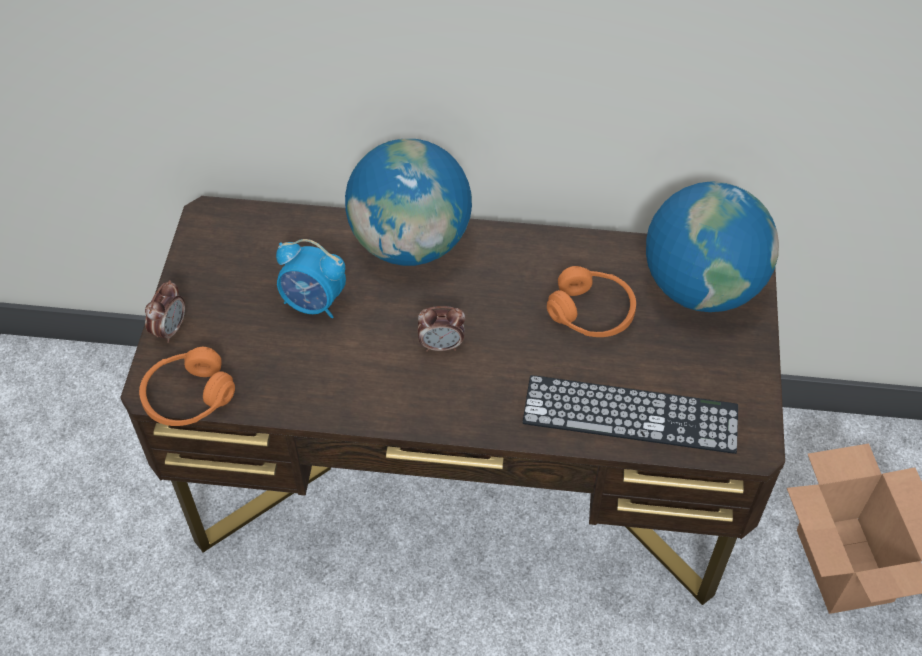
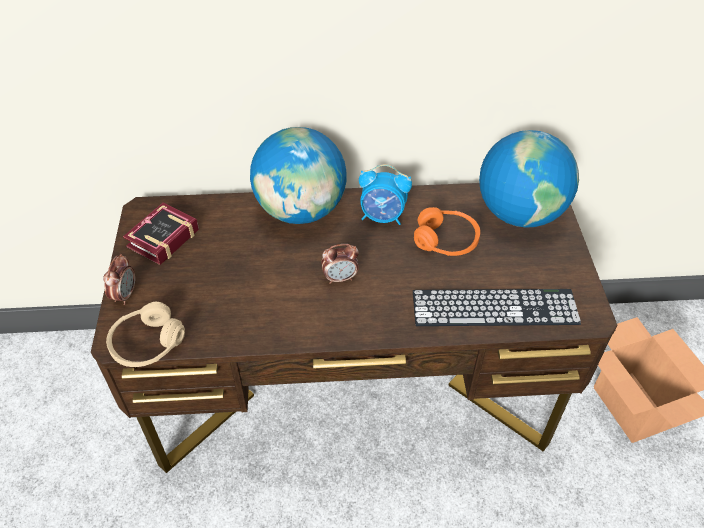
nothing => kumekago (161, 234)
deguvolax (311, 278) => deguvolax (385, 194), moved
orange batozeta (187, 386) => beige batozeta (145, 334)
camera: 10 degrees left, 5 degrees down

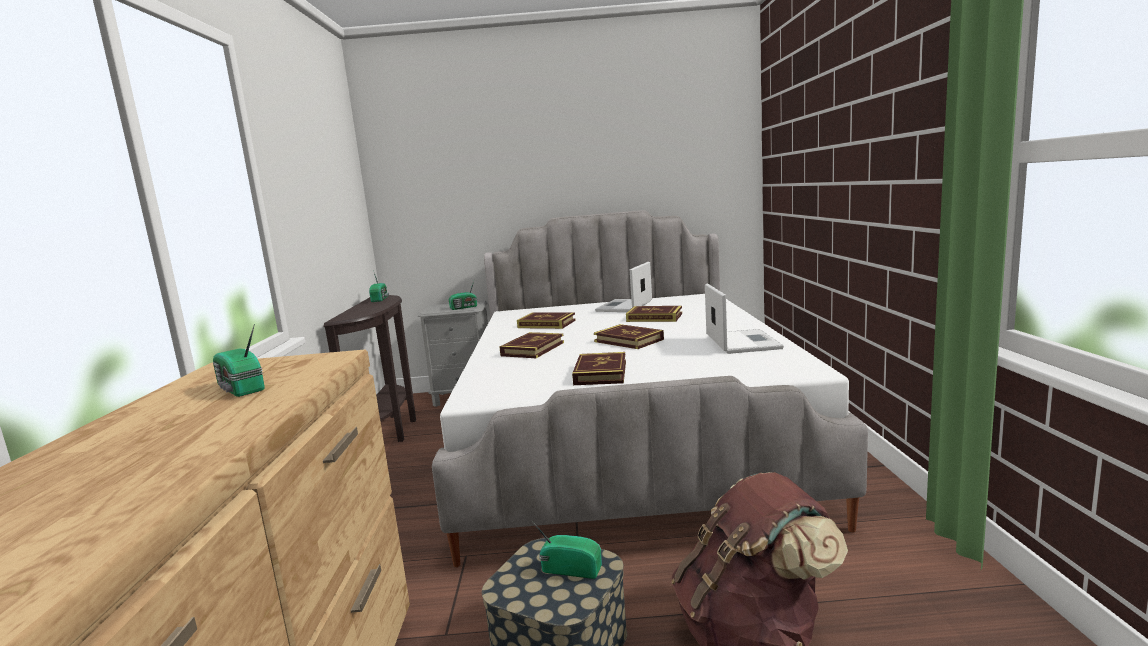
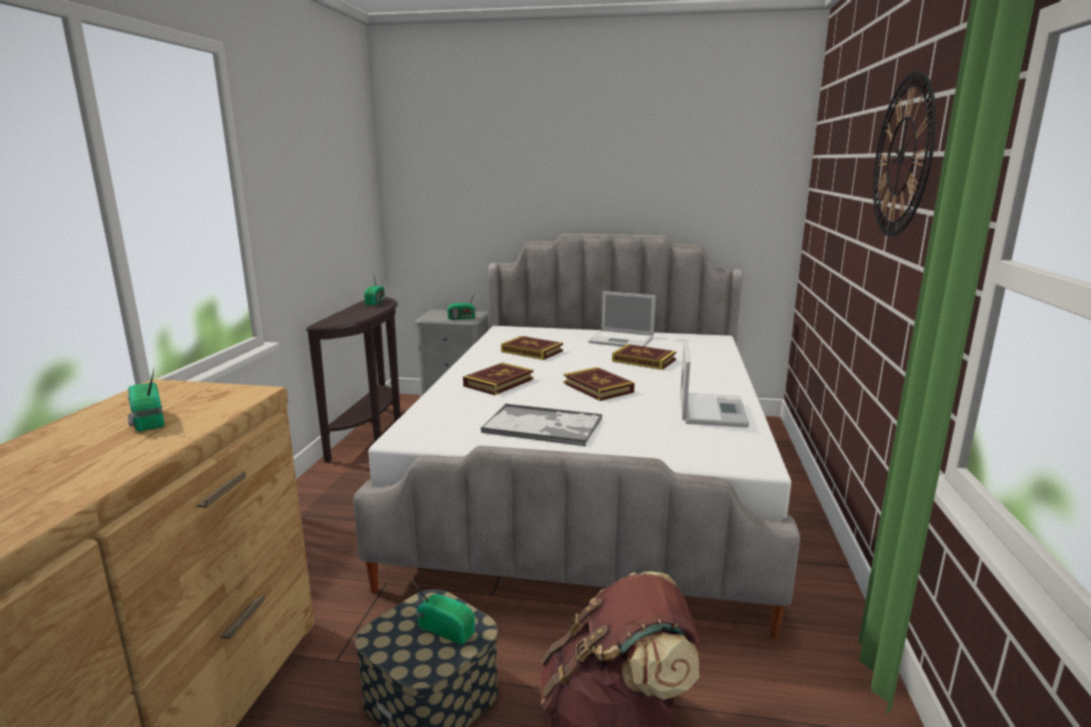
nothing => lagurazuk (904, 153)
kumekago (599, 368) => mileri (541, 425)
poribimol (623, 287) => poribimol (622, 319), 105 degrees counterclockwise
camera: 10 degrees right, 5 degrees up

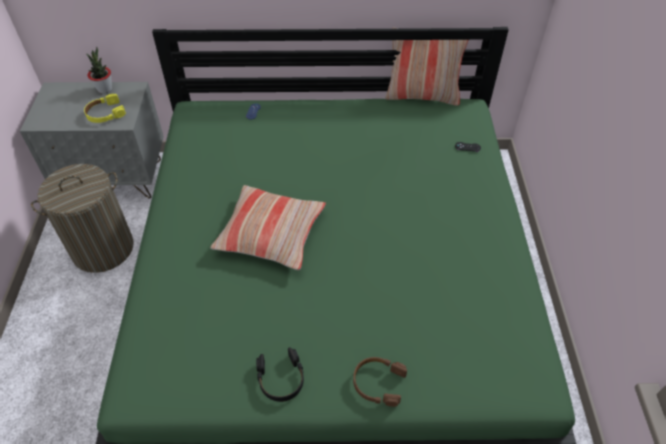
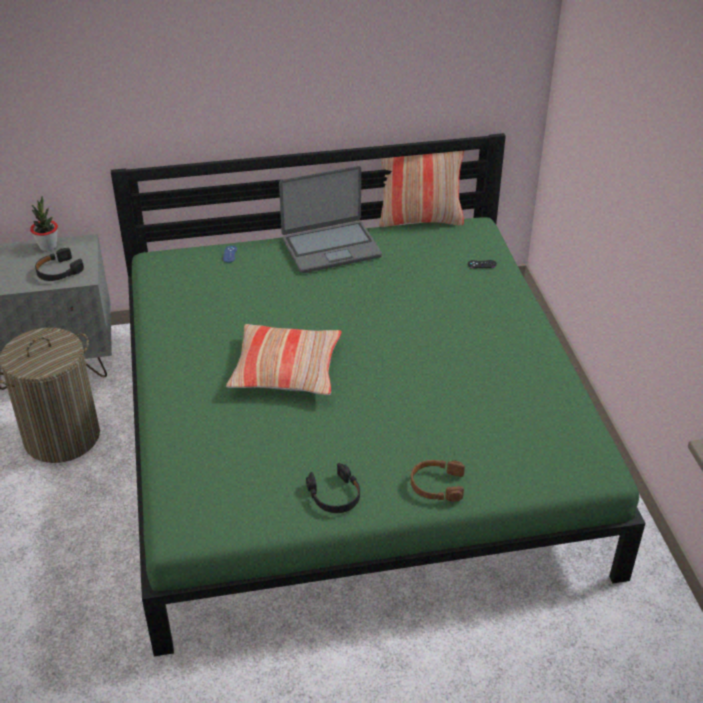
nothing => poribimol (330, 219)
yellow batozeta (105, 108) => black batozeta (59, 264)
camera: 10 degrees left, 10 degrees down

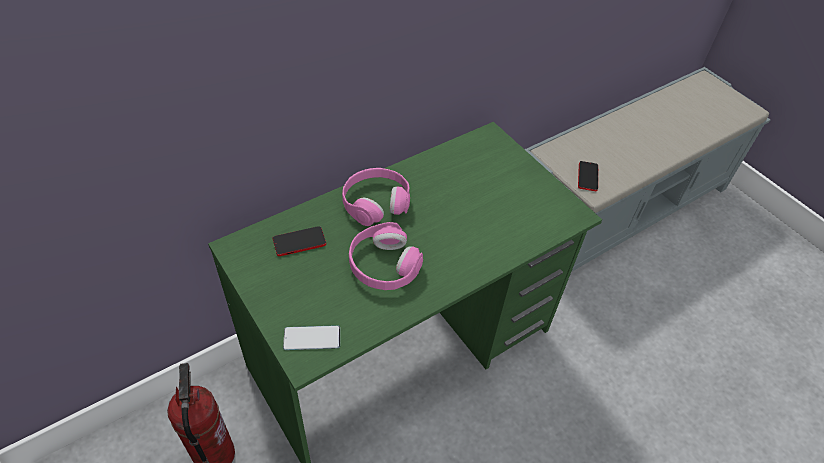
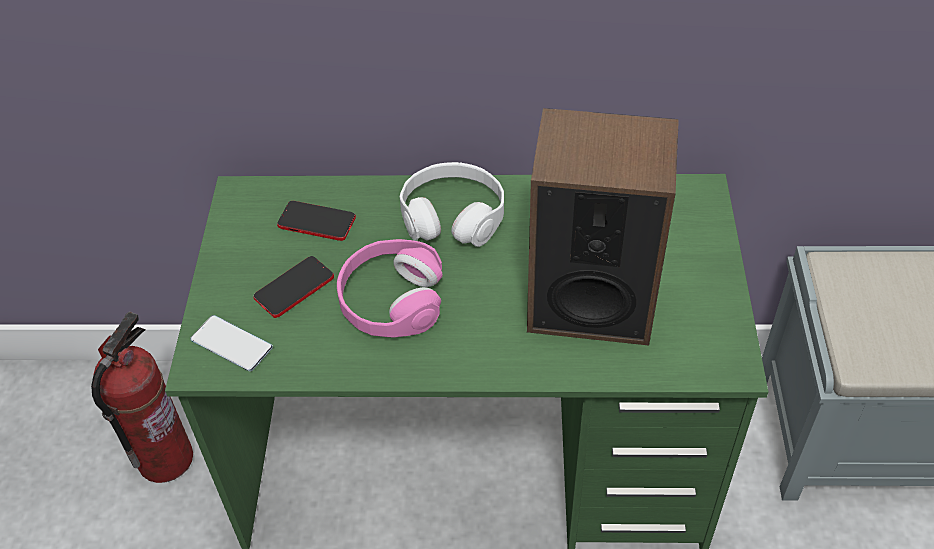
nothing => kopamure (603, 227)
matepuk (588, 176) => matepuk (293, 287), moved
pink batozeta (376, 197) => white batozeta (452, 204)
camera: 40 degrees right, 0 degrees up

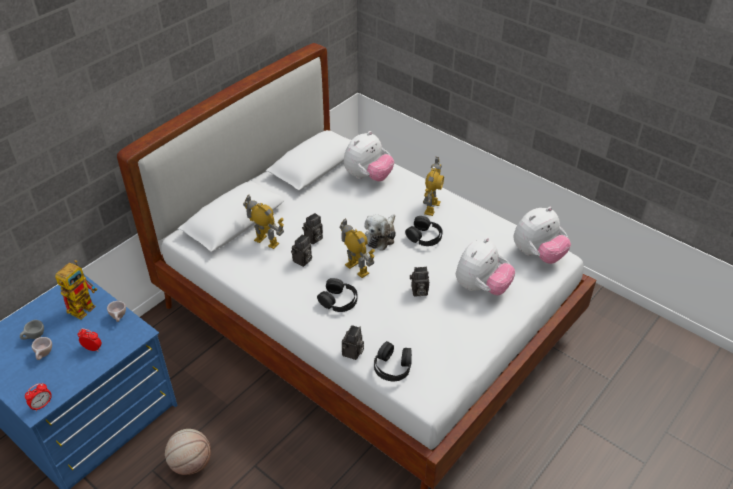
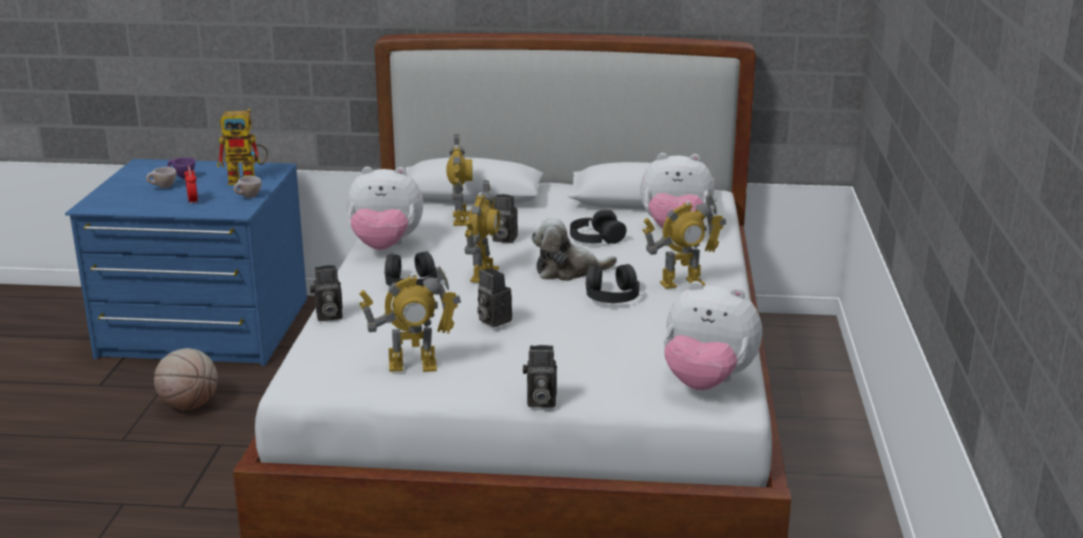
deguvolax (38, 397) => nothing
nothing => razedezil (410, 319)
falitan (301, 250) => falitan (540, 376), moved
black batozeta (393, 361) => black batozeta (598, 227), moved
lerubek (485, 266) => lerubek (385, 208), moved
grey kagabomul (32, 330) => purple kagabomul (181, 168)
camera: 55 degrees right, 20 degrees down

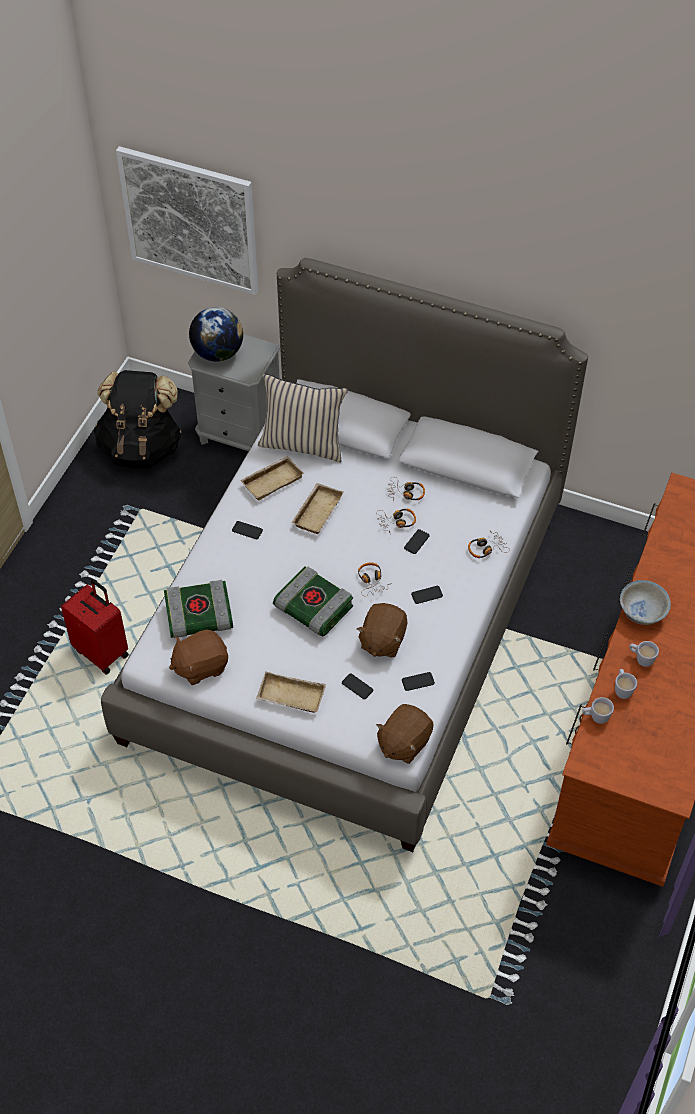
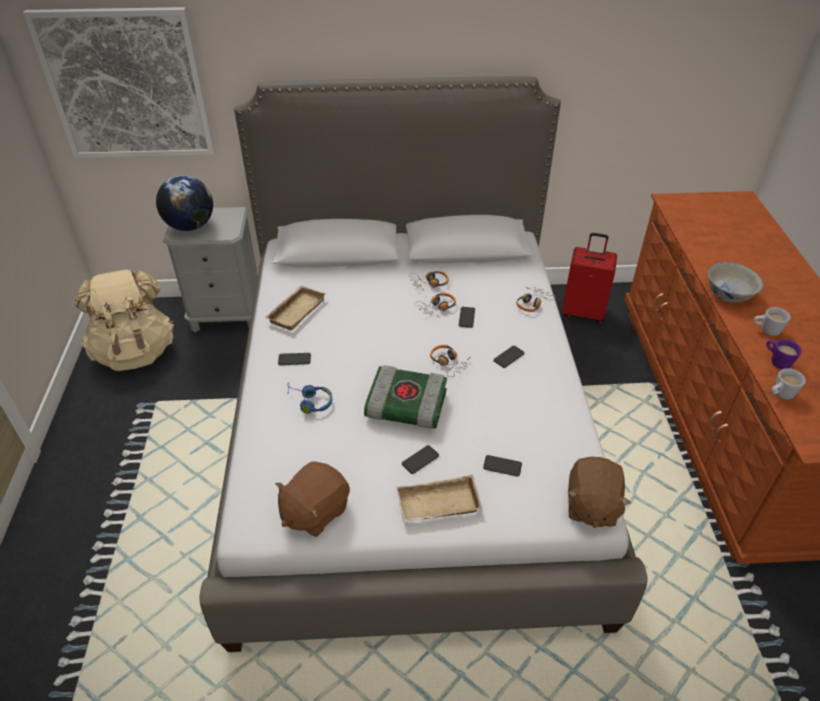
kumekago (198, 609) => nothing
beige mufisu (303, 418) => nothing
beige mileri (318, 508) => nothing
brown lerubek (382, 630) => nothing
nothing => blue batozeta (309, 398)
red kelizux (95, 626) => red kelizux (589, 279), moved
matepuk (418, 681) => matepuk (420, 459), moved
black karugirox (138, 419) => beige karugirox (124, 320)
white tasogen (626, 684) => purple tasogen (784, 354)
camera: 25 degrees left, 10 degrees down

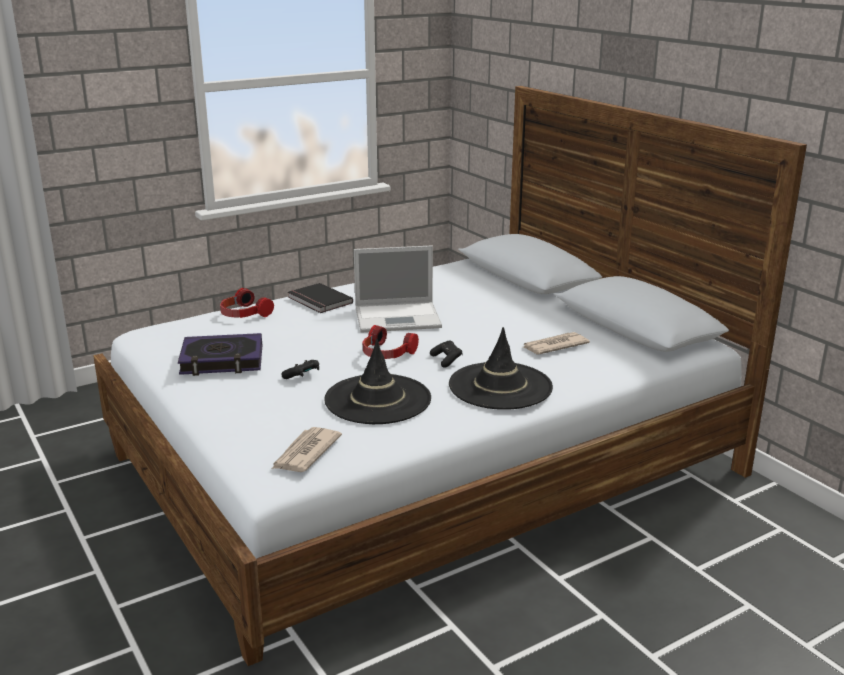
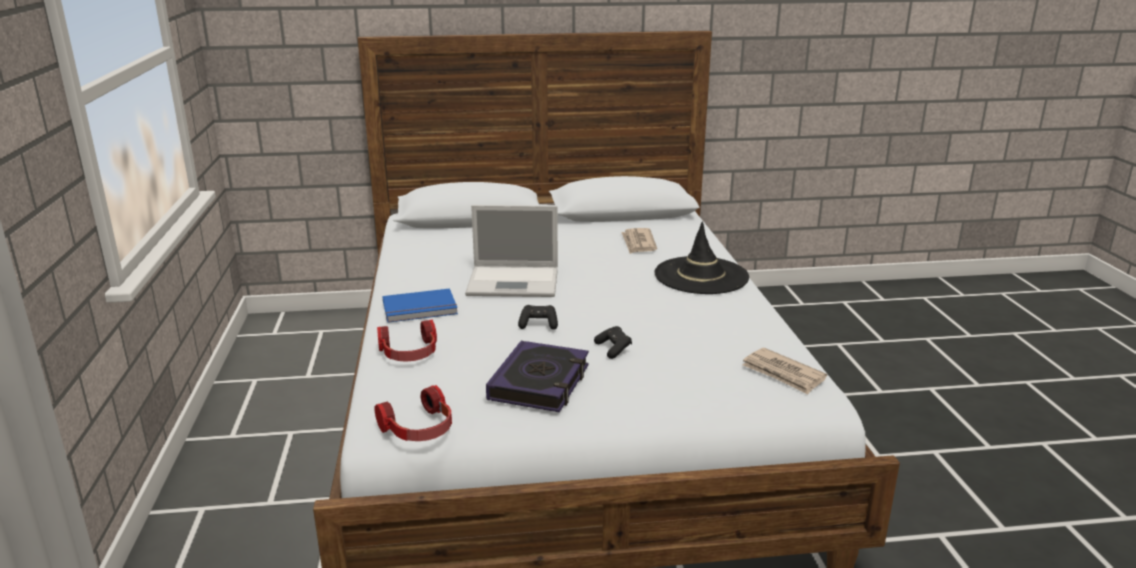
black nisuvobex (377, 381) => nothing
batozeta (391, 342) => batozeta (413, 413), moved
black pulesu (446, 354) => black pulesu (538, 317), moved
black kumekago (320, 298) => blue kumekago (420, 305)
poribimol (398, 289) => poribimol (511, 251), 75 degrees clockwise
camera: 65 degrees left, 0 degrees up

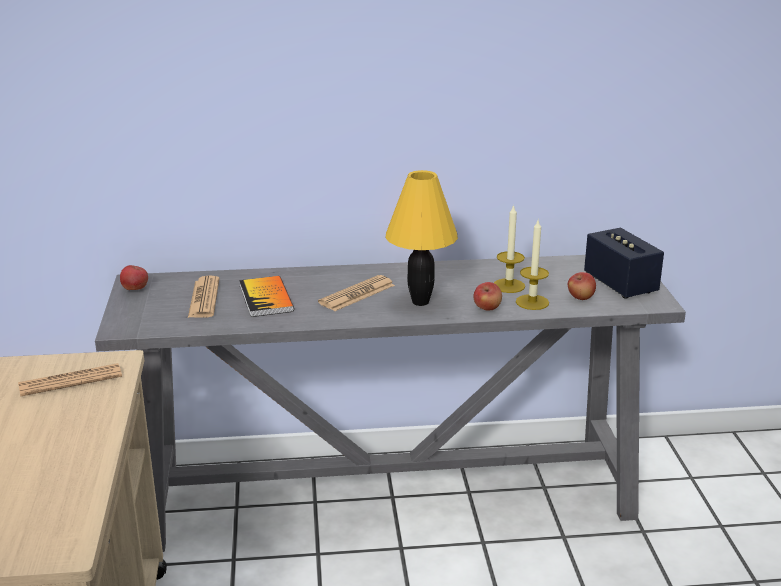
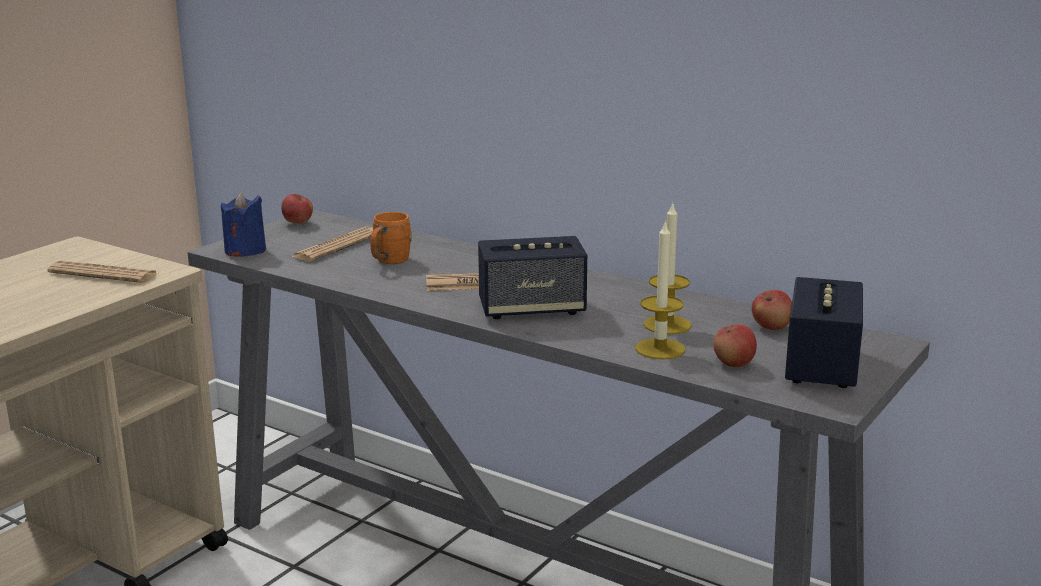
nothing => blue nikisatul (243, 224)
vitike (488, 296) => vitike (772, 310), moved
kumekago (266, 296) => orange tasogen (391, 238)
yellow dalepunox (421, 238) => kopamure (532, 277)
camera: 40 degrees right, 5 degrees down

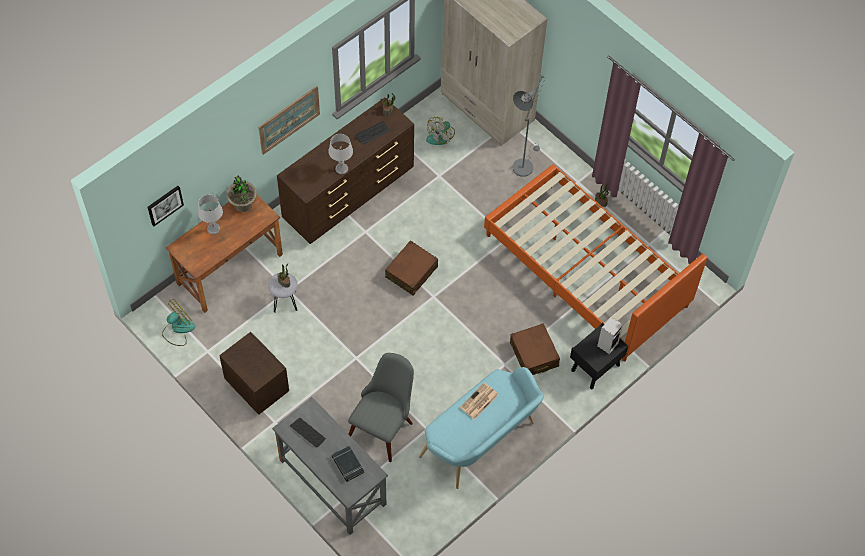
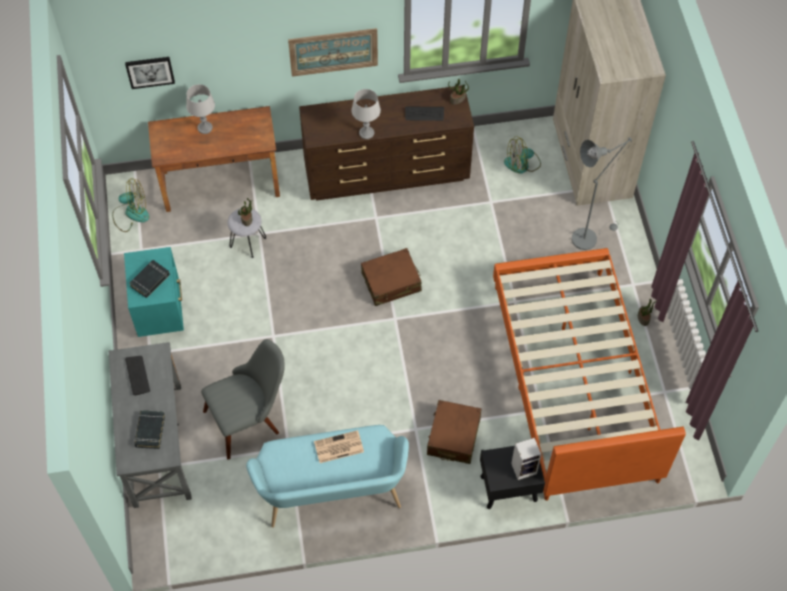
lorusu (241, 193) => nothing
nothing => black kumekago (149, 279)
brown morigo (254, 373) => turquoise morigo (154, 292)
camera: 35 degrees right, 0 degrees up

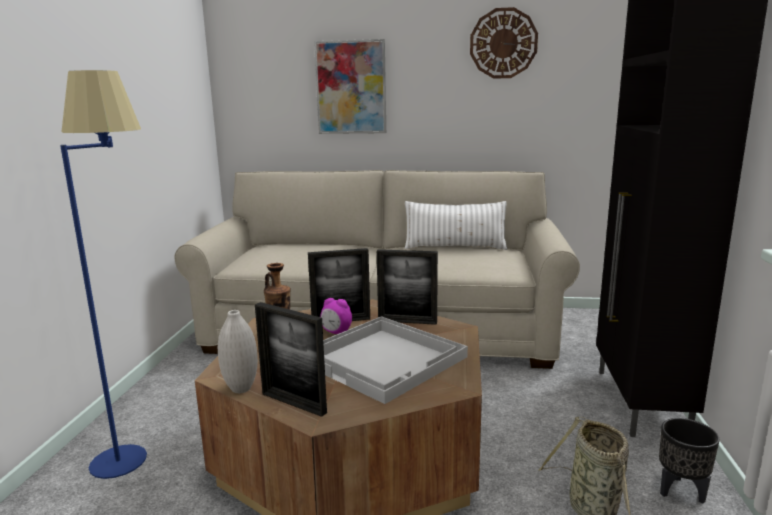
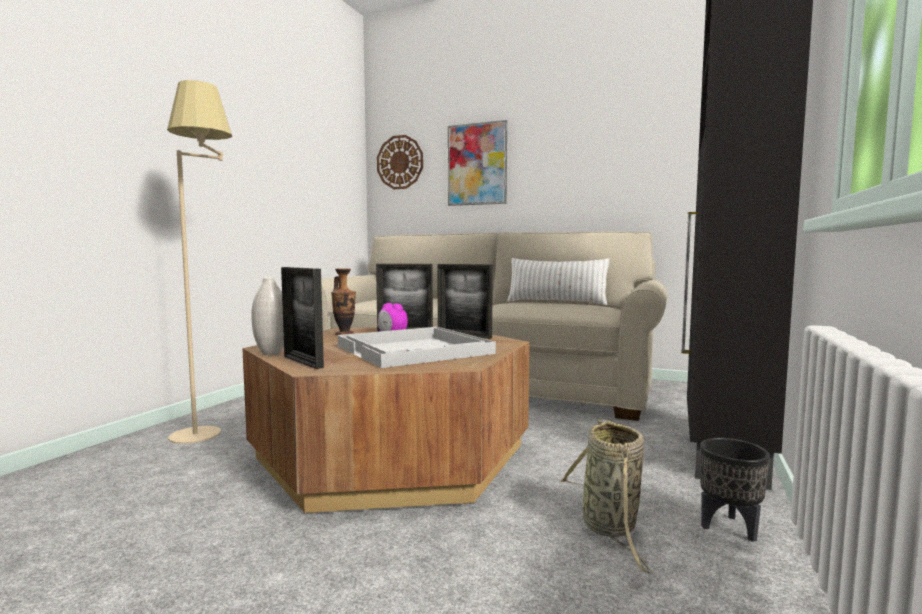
lagurazuk (504, 43) => lagurazuk (400, 162), moved
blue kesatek (103, 274) => beige kesatek (199, 262)
camera: 15 degrees right, 10 degrees down

